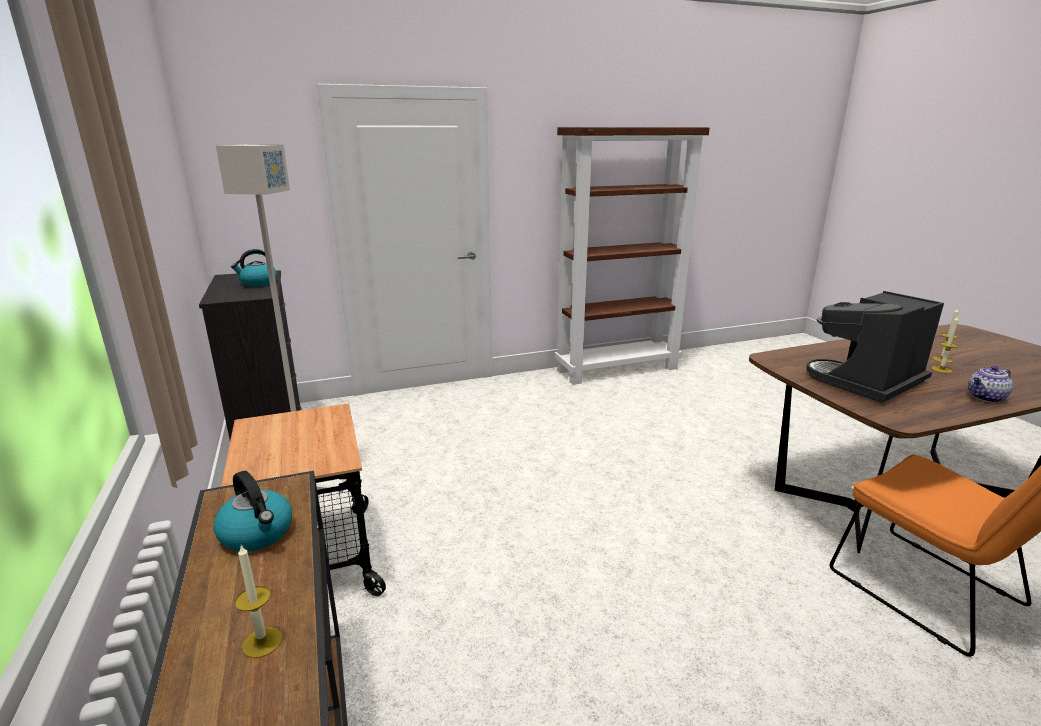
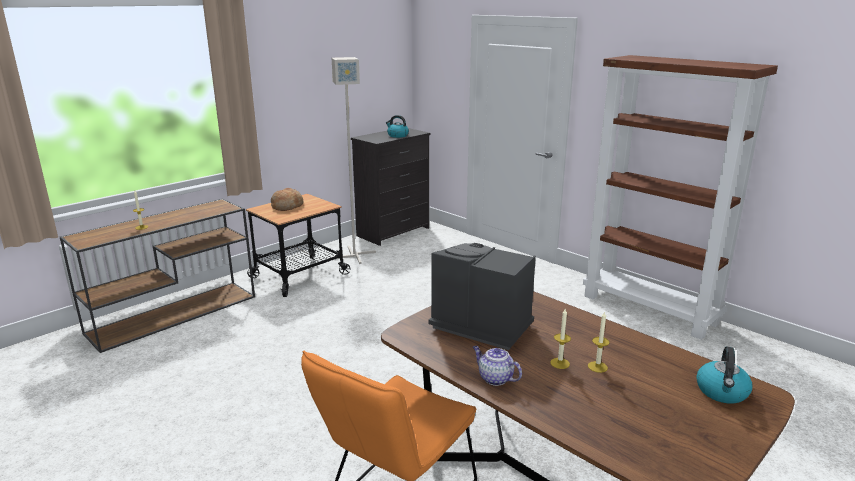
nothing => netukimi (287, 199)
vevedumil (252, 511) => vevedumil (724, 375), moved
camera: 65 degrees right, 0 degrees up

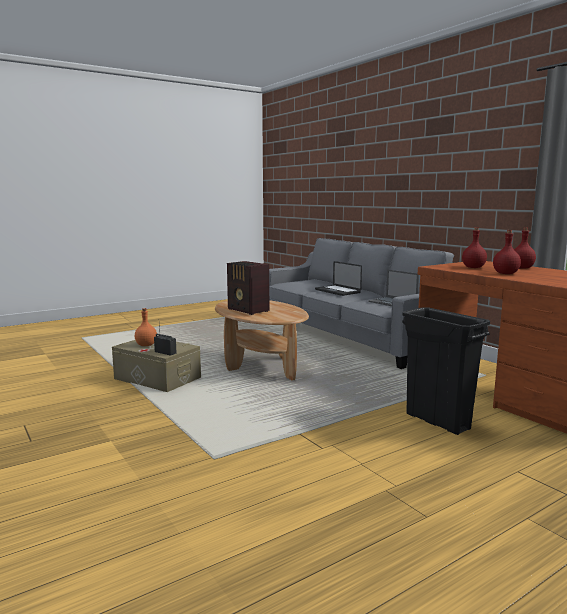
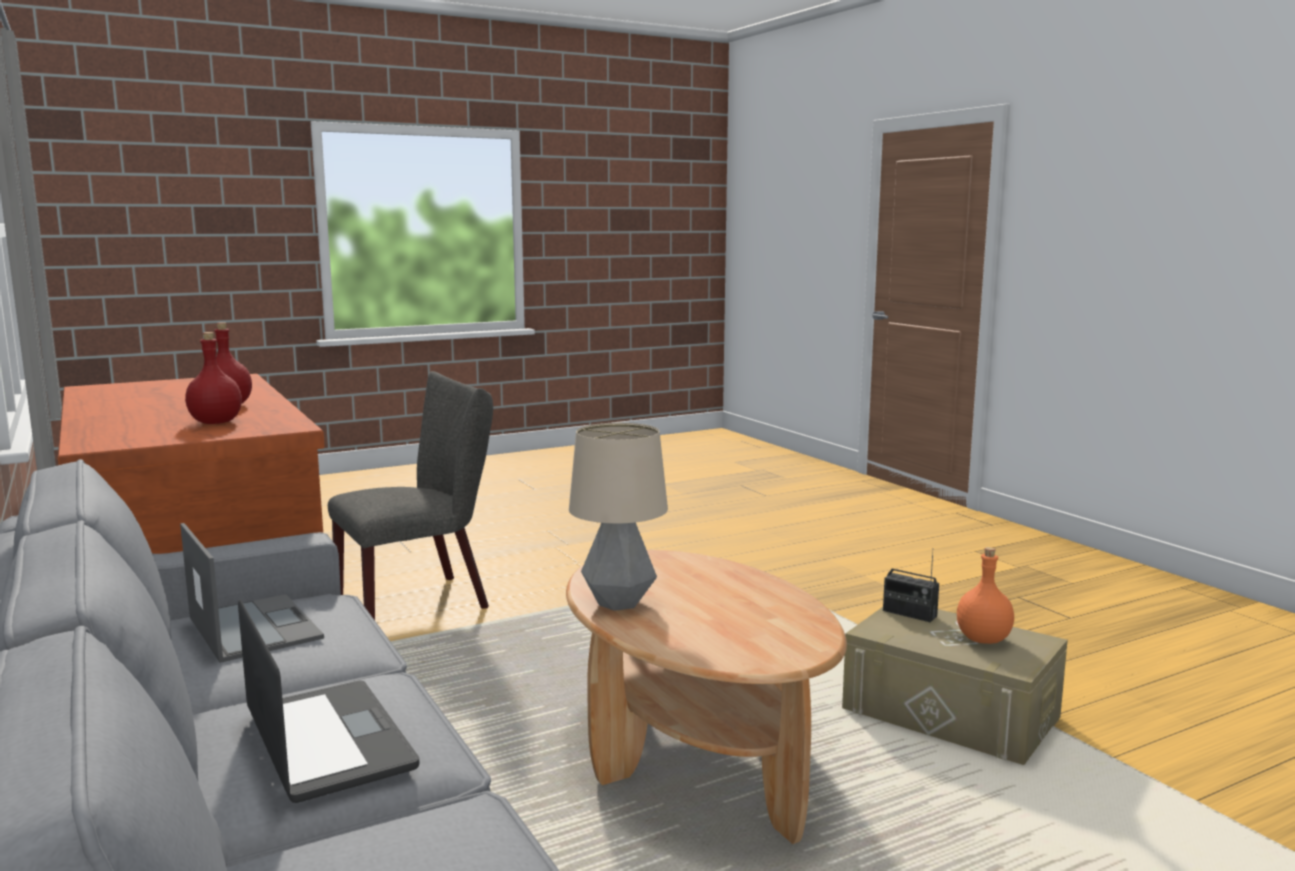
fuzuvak (248, 288) => nothing
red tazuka (525, 248) => nothing
nothing => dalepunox (618, 517)
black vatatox (446, 371) => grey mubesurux (410, 495)
camera: 175 degrees left, 0 degrees up

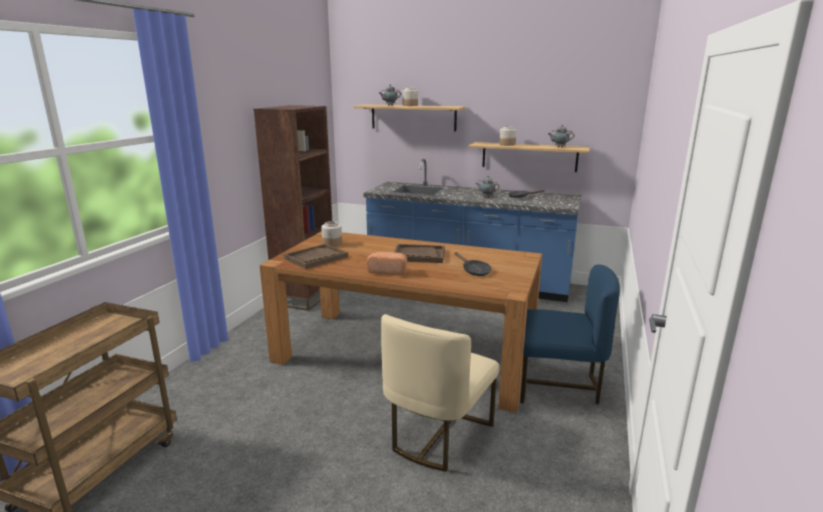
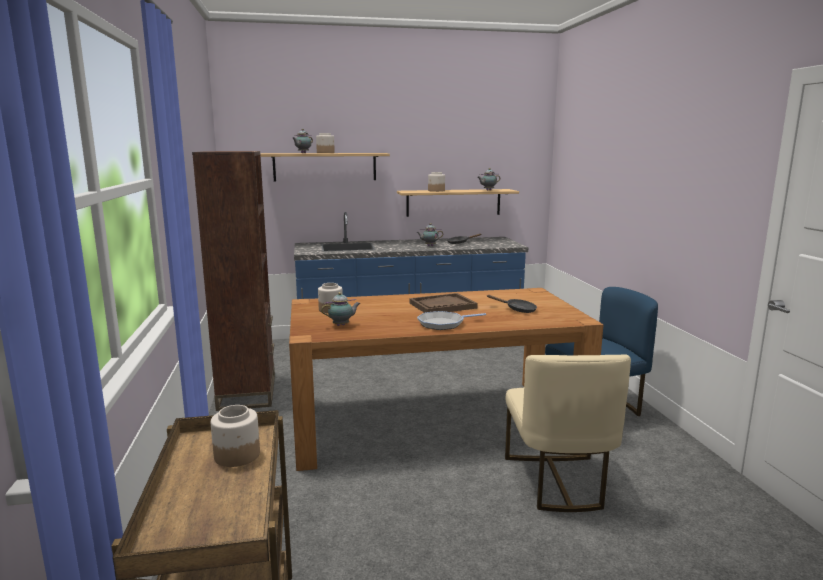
nothing => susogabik (235, 436)
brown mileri (316, 256) => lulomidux (341, 309)
netukimi (387, 264) => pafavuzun (451, 320)
camera: 30 degrees left, 5 degrees down

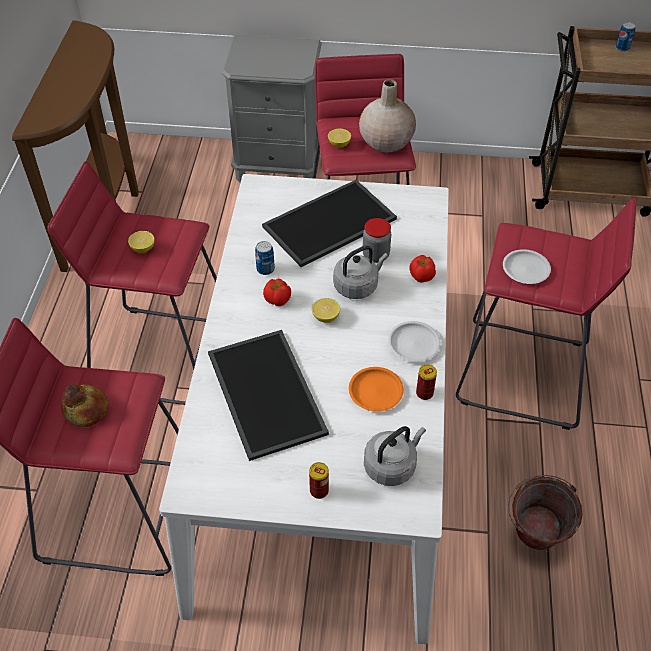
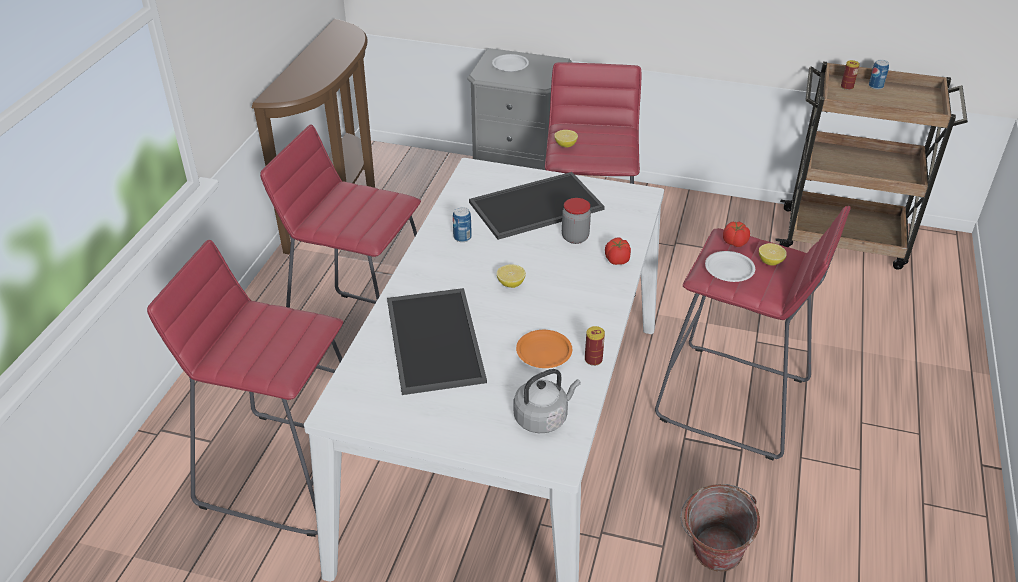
netukimi (85, 405) => nothing
grey vevedumil (360, 272) => nothing
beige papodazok (387, 116) => nothing
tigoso (141, 242) => tigoso (773, 254), moved
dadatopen (277, 292) => dadatopen (736, 234), moved
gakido (319, 480) => gakido (850, 75), moved
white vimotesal (414, 341) => white vimotesal (510, 63), moved
camera: 10 degrees right, 10 degrees down

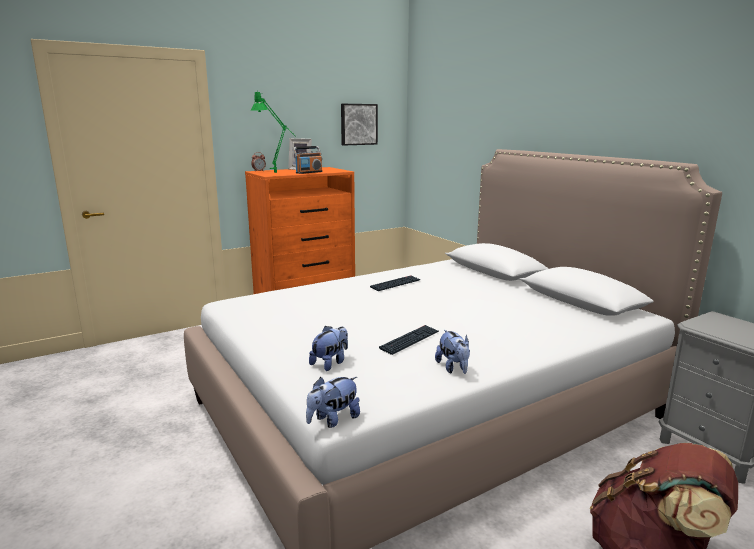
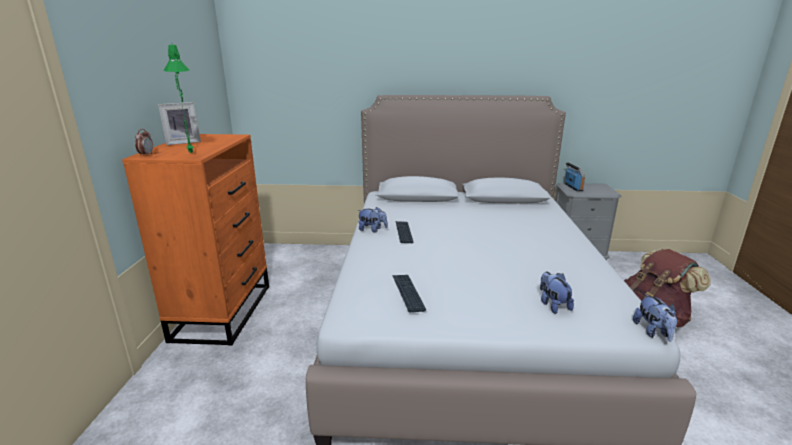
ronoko (359, 124) => nothing
fuzuvak (307, 160) => fuzuvak (575, 176), moved
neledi (409, 340) => neledi (409, 293), moved
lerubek (452, 352) => lerubek (372, 219), moved
camera: 55 degrees left, 5 degrees up

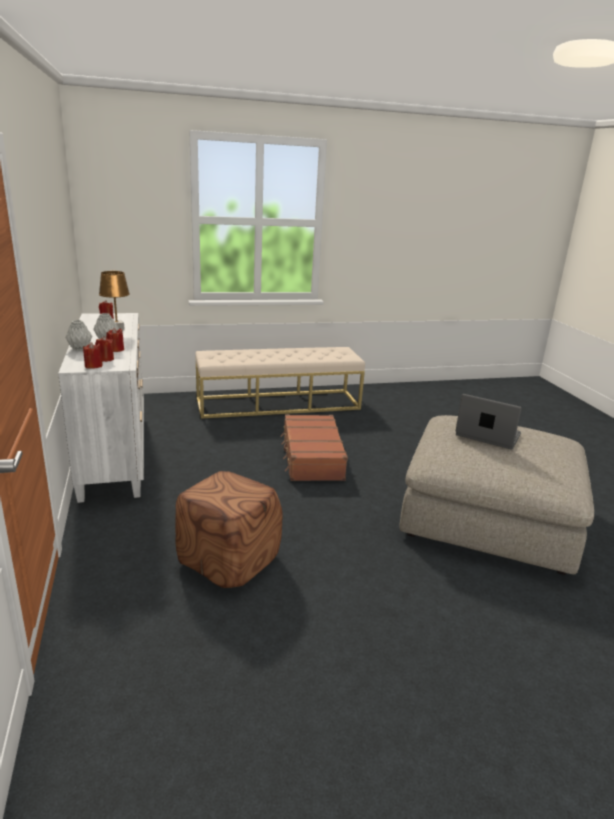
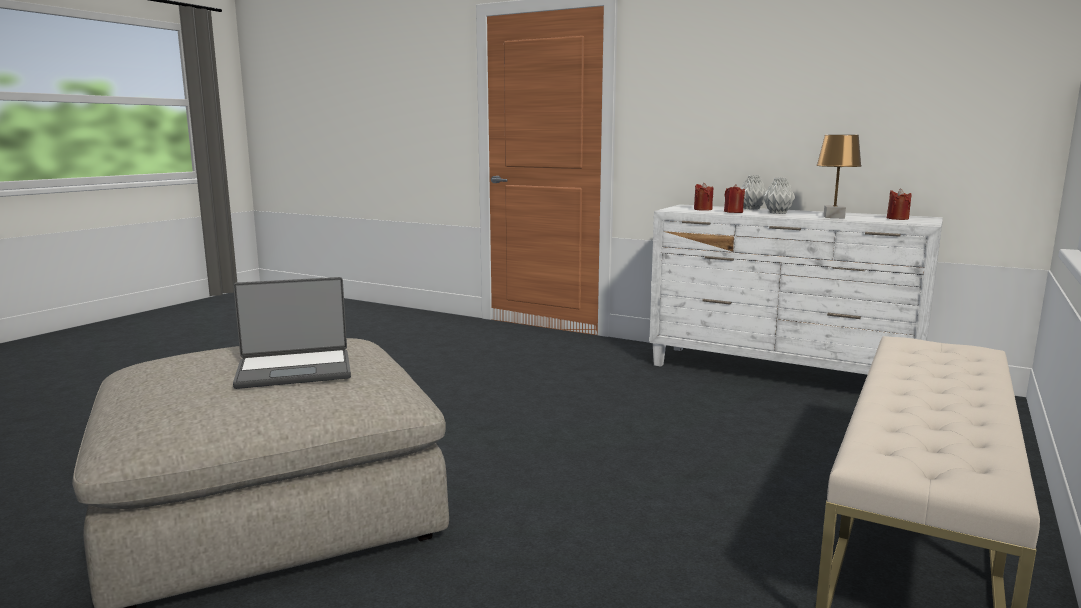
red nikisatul (93, 355) => nothing
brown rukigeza (229, 529) => nothing
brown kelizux (314, 447) => nothing
camera: 135 degrees right, 10 degrees down

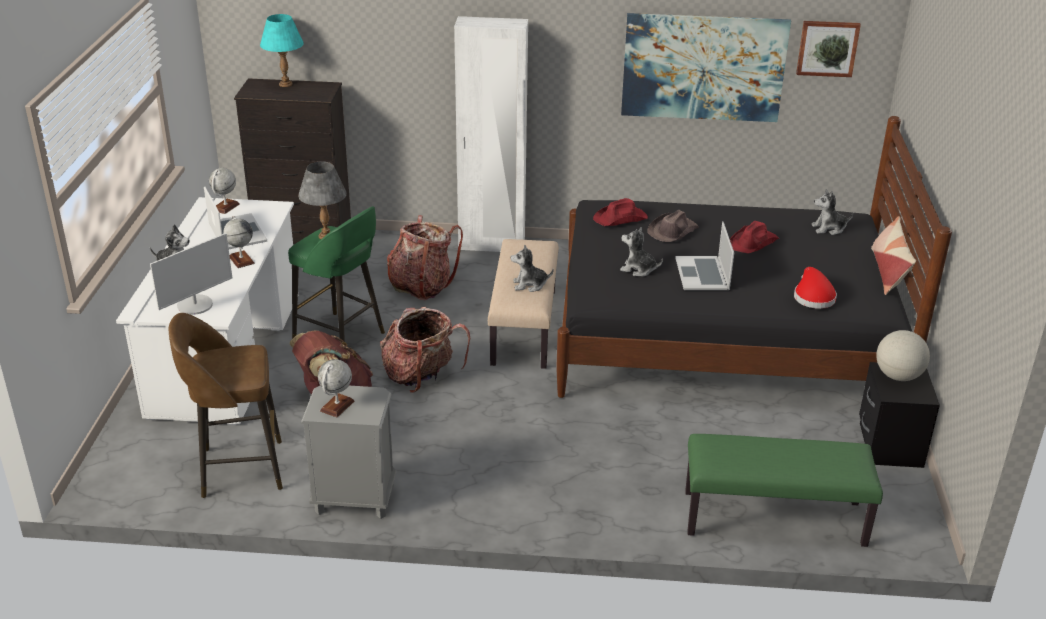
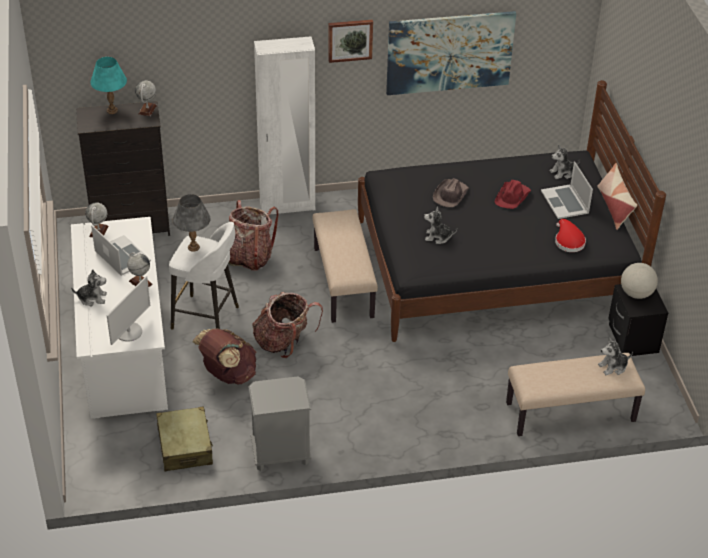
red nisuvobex (620, 212) => nothing
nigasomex (336, 388) => nigasomex (146, 98), moved
lerubek (532, 268) => lerubek (615, 356), moved
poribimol (704, 255) => poribimol (567, 190), moved
ronoko (828, 49) => ronoko (350, 41), moved
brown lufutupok (226, 405) => beige kelizux (184, 439)
green lufutupok (336, 274) => white lufutupok (204, 275)
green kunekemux (784, 490) => beige kunekemux (575, 394)
camera: 15 degrees left, 10 degrees up

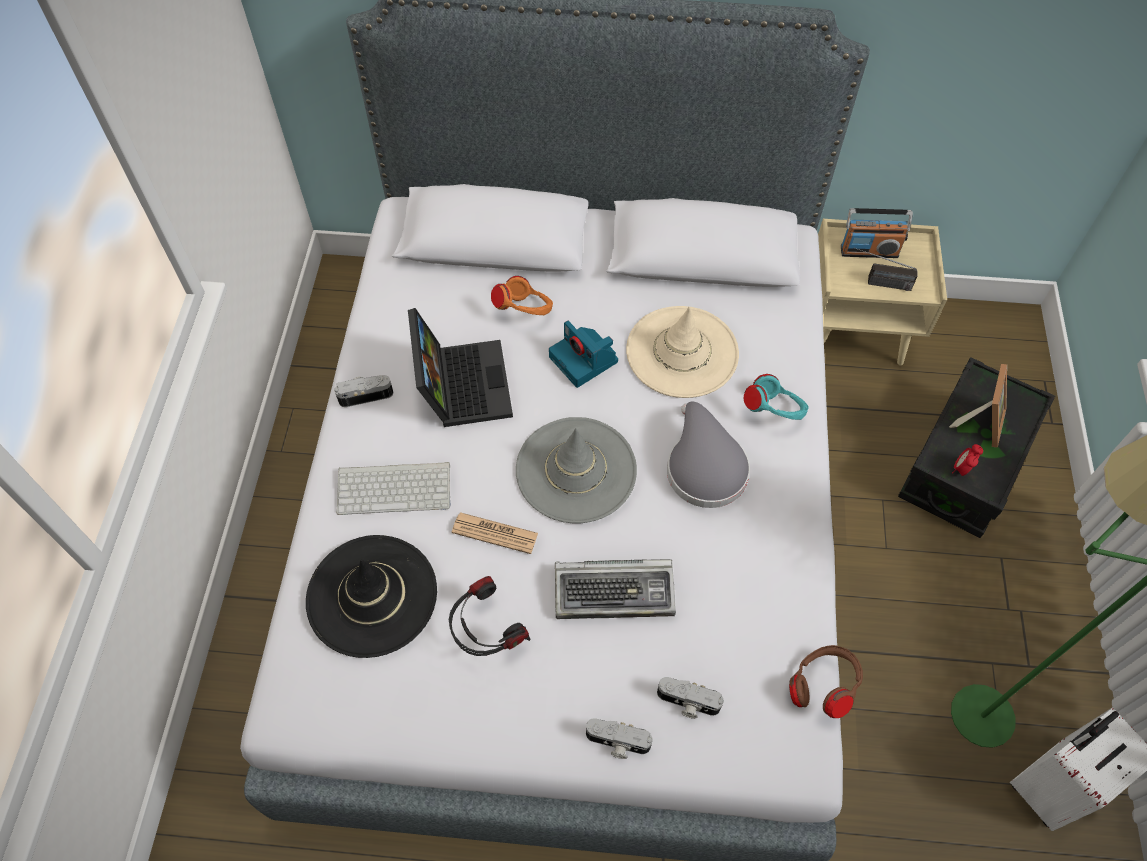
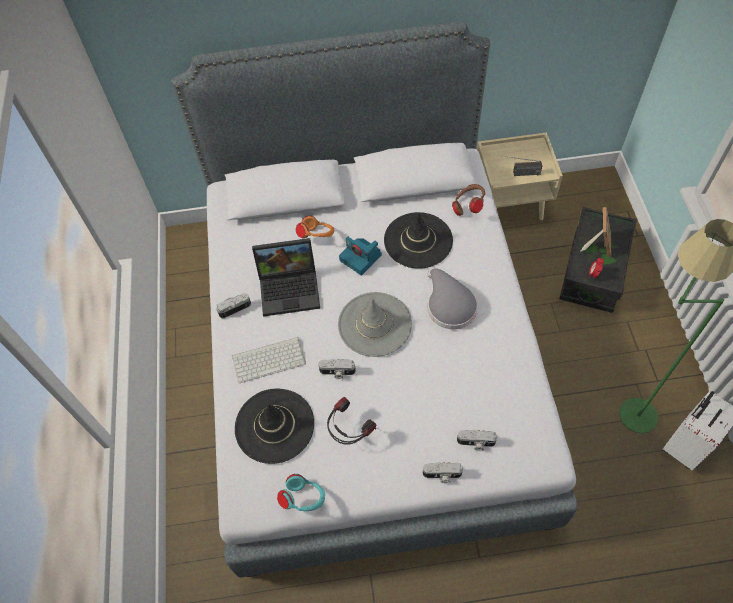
neledi (615, 589) => nothing
fuzuvak (877, 233) => nothing
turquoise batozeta (776, 397) => turquoise batozeta (301, 492), moved
brown batozeta (826, 681) => brown batozeta (468, 200), moved
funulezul (495, 533) => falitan (337, 369)
beige nisuvobex (682, 352) => black nisuvobex (418, 240)
poribimol (460, 367) => poribimol (286, 277), 105 degrees clockwise
camera: 10 degrees left, 0 degrees up

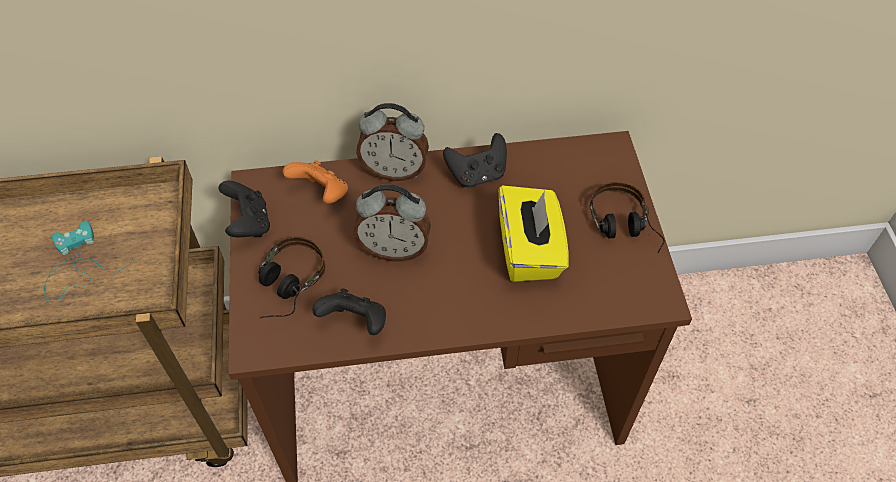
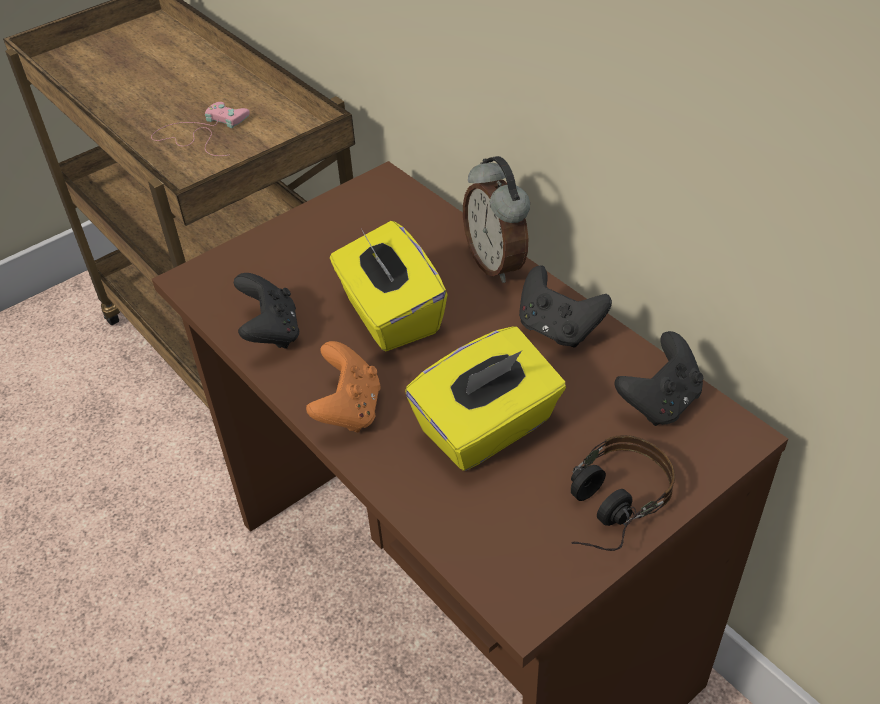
batozeta (291, 277) => nothing
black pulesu (244, 209) => black pulesu (659, 378), moved
orange pulesu (315, 182) => orange pulesu (343, 386), moved
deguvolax (392, 223) => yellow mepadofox (389, 286)
turquoise pulesu (89, 261) => pink pulesu (200, 129)
camera: 60 degrees right, 10 degrees down

